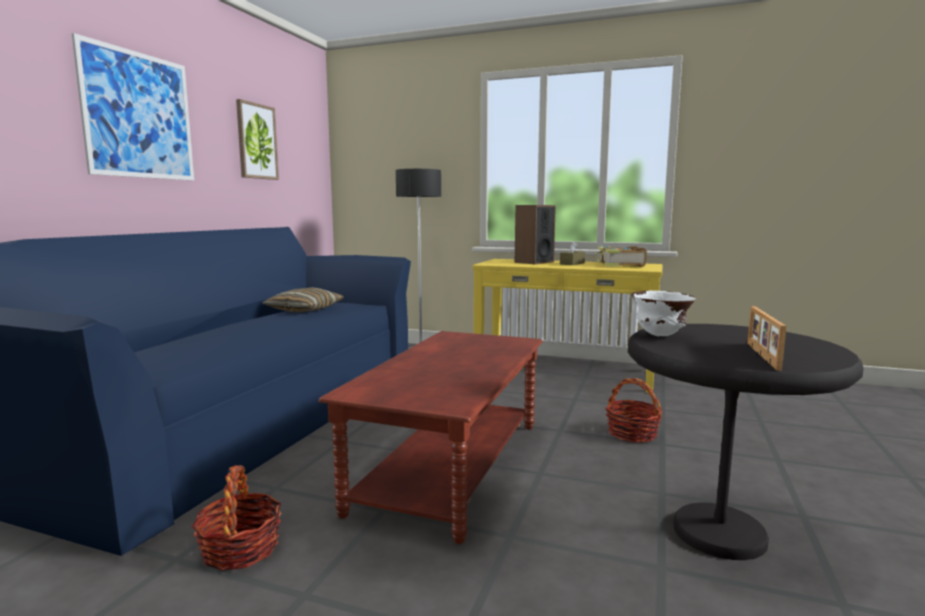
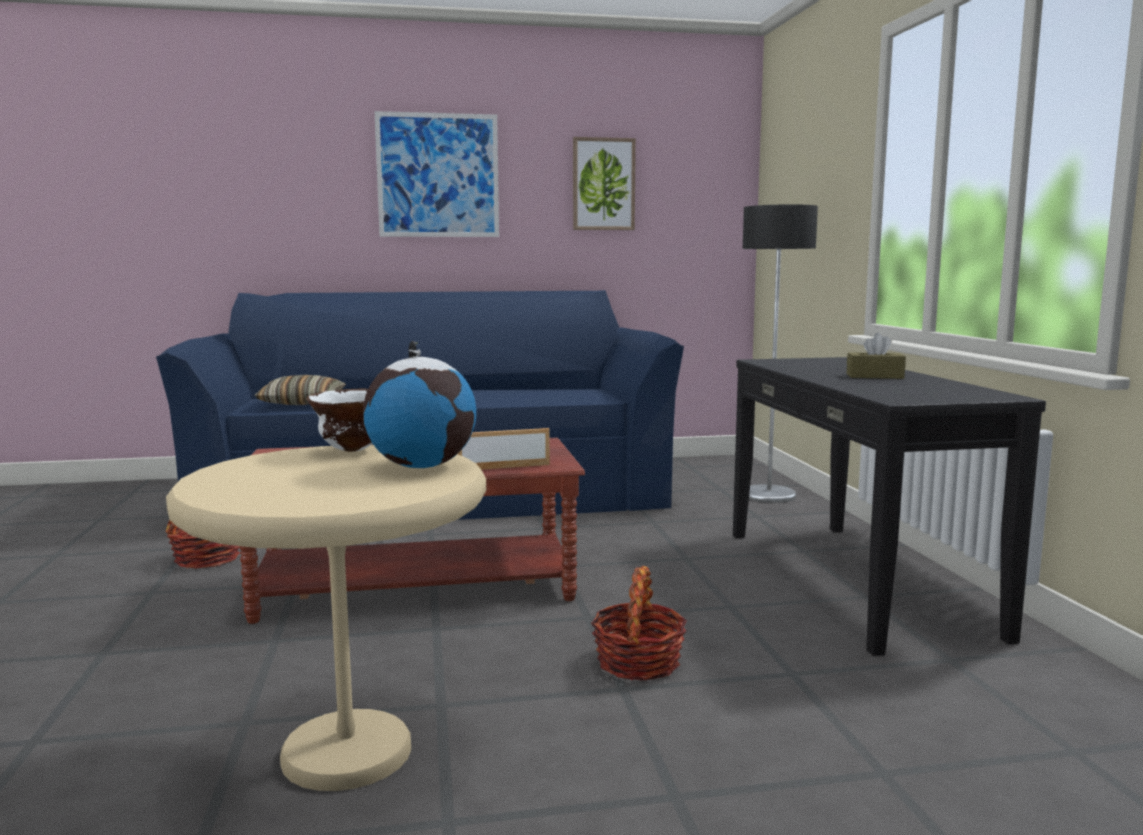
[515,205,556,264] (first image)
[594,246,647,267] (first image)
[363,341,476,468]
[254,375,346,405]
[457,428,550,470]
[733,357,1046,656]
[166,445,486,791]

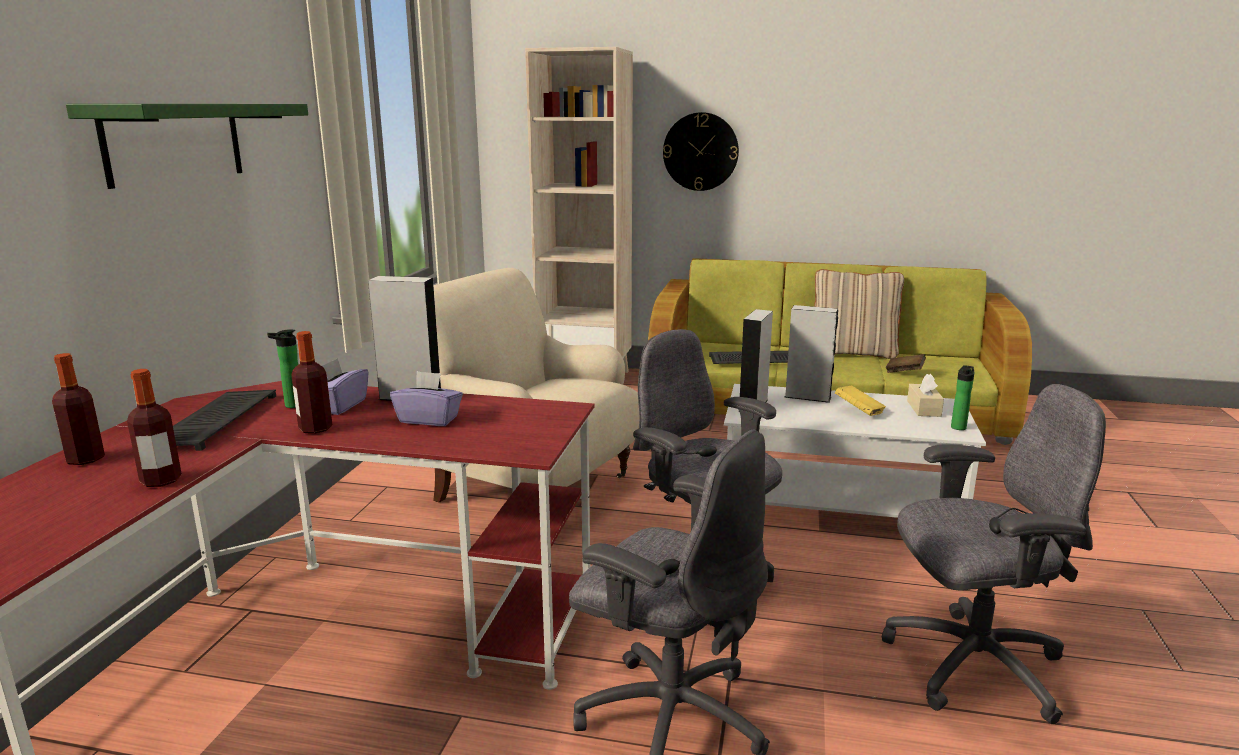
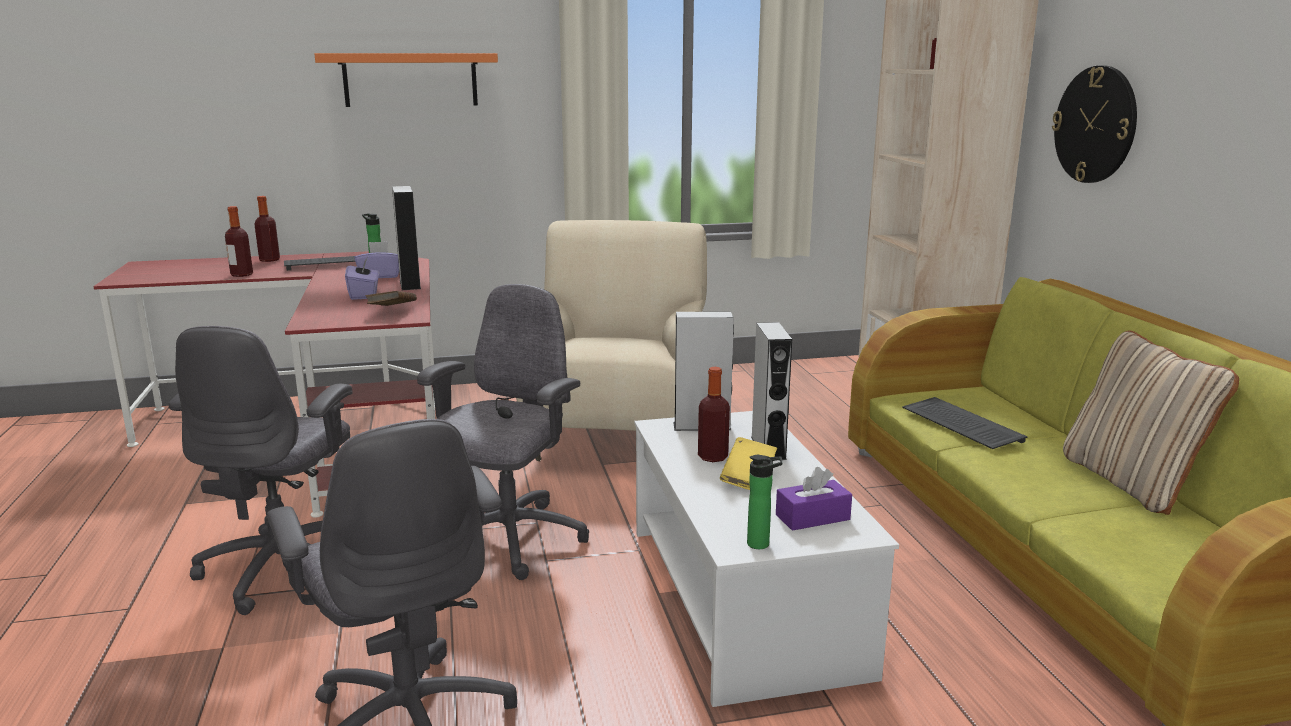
[698,367,730,462]
[365,291,417,306]
[314,53,498,107]
[776,467,852,531]

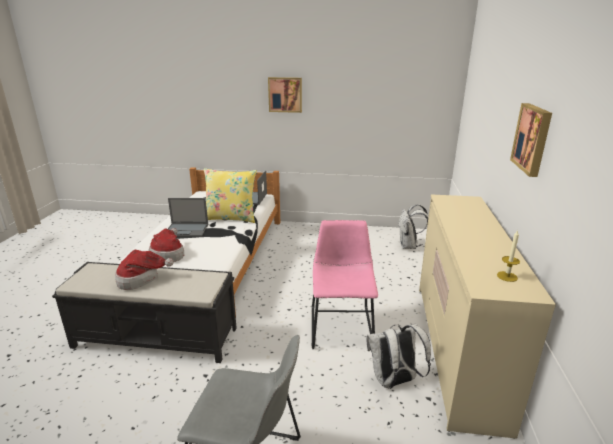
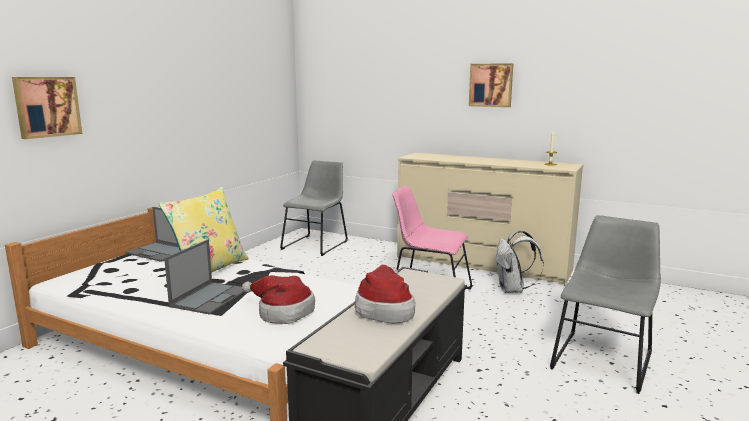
[12,77,82,139]
[280,160,348,256]

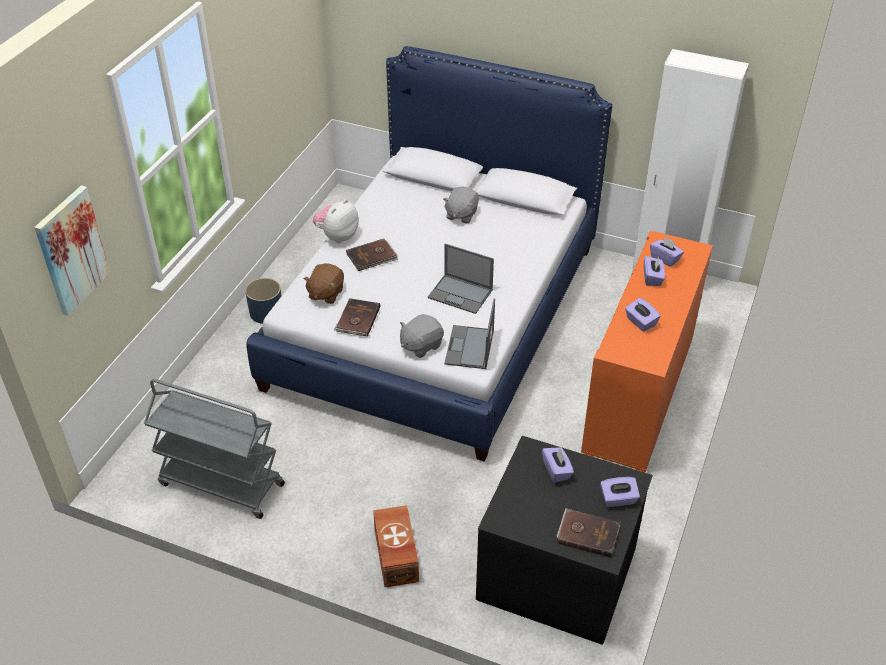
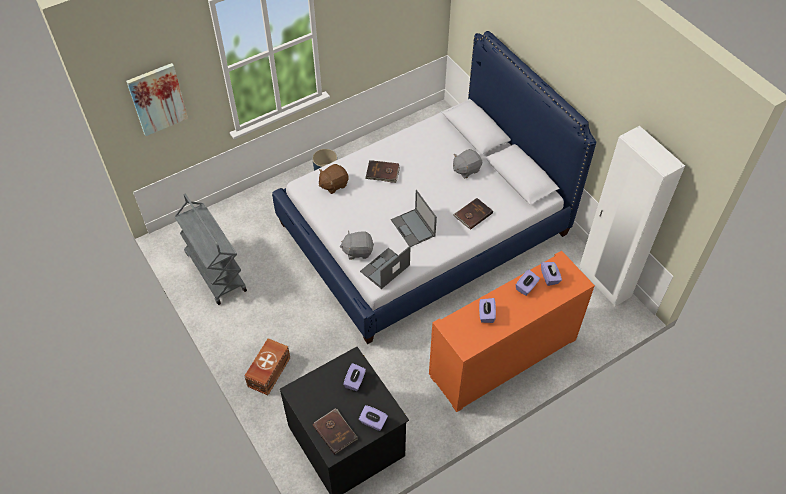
[313,199,359,243] (first image)
[453,198,493,230]

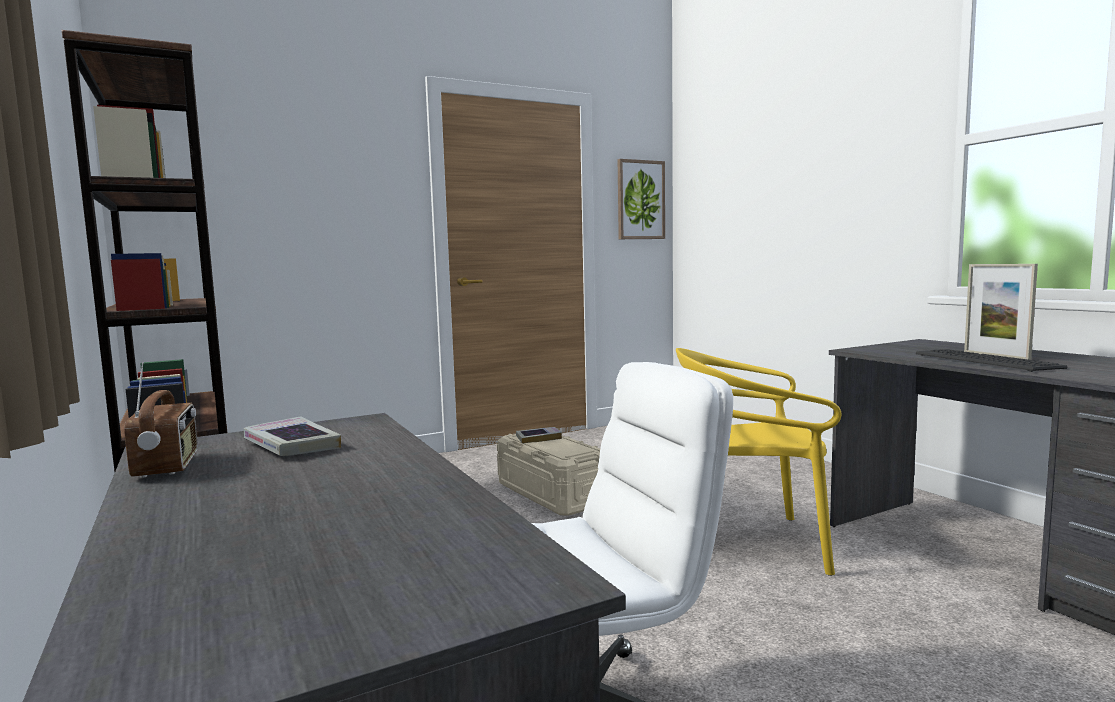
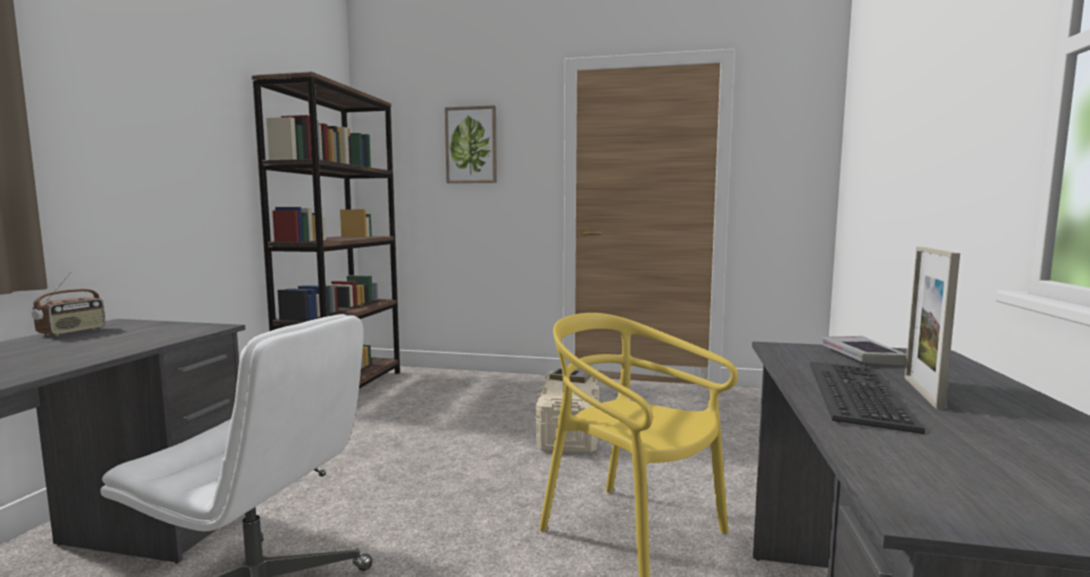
[821,336,907,366]
[445,105,497,183]

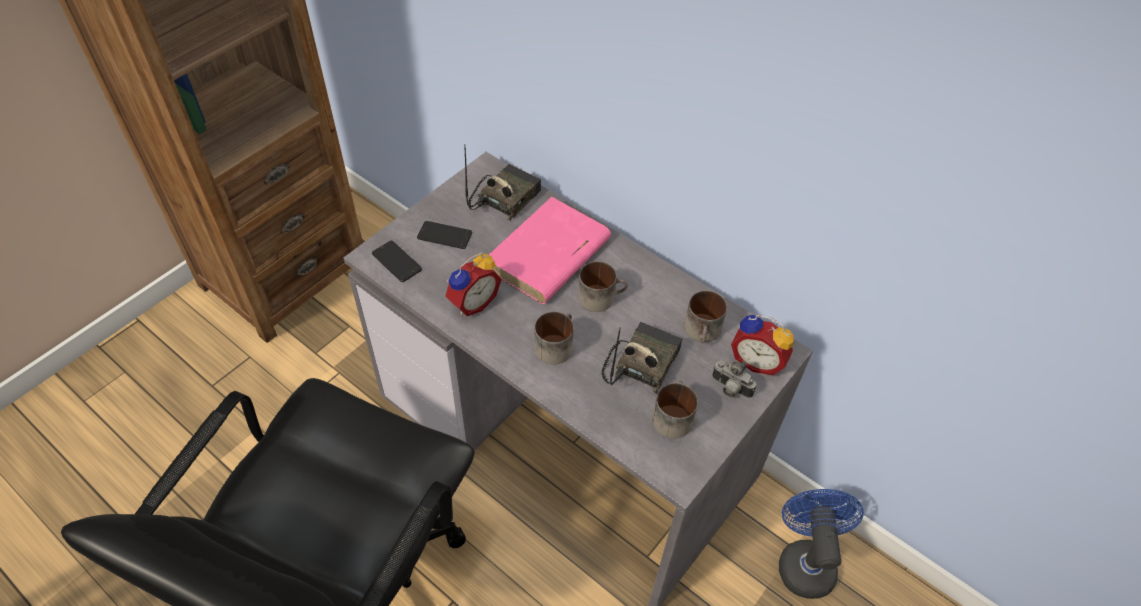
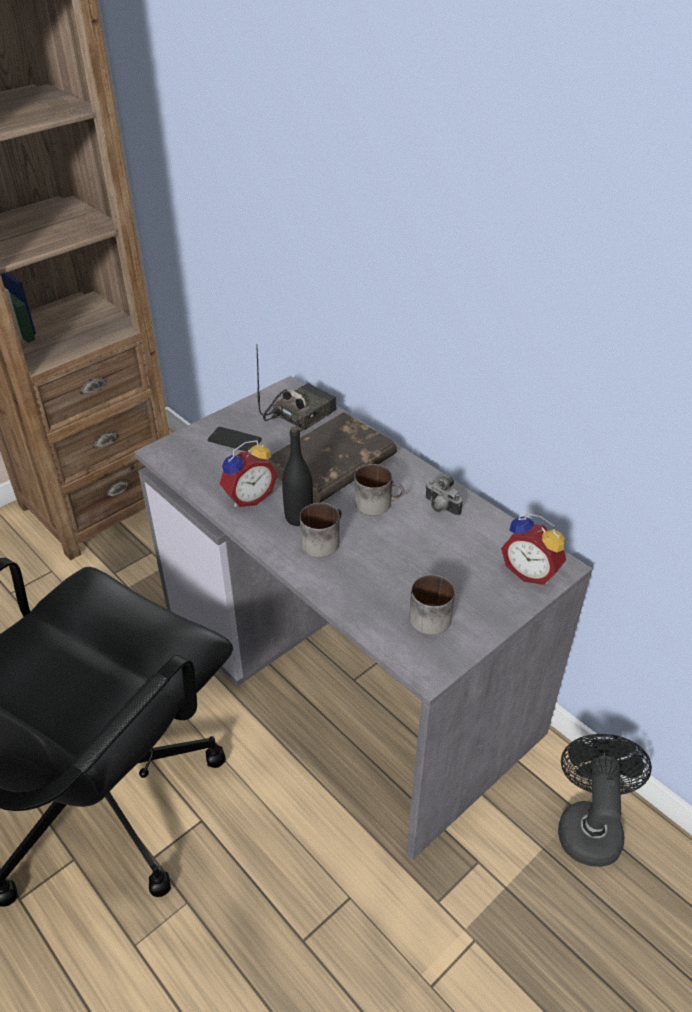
[372,241,422,282] (first image)
[601,322,682,393] (first image)
[684,291,727,343] (first image)
[282,426,313,526]
[425,476,463,516]
[268,412,397,503]
[558,734,652,867]

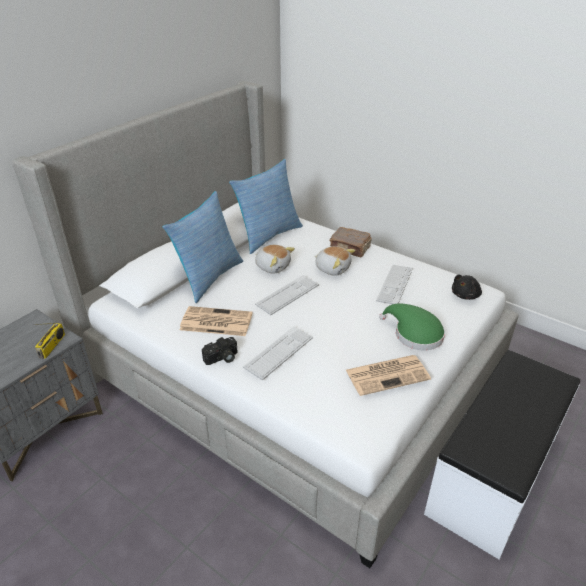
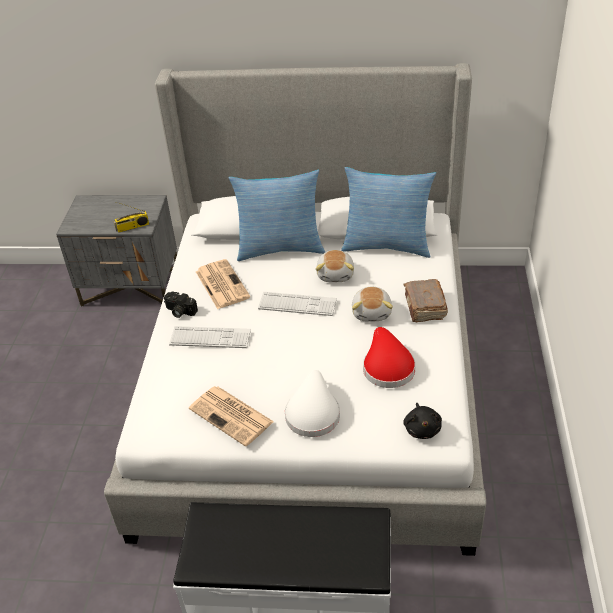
[363,327,416,388]
[285,370,340,437]
[403,403,442,439]

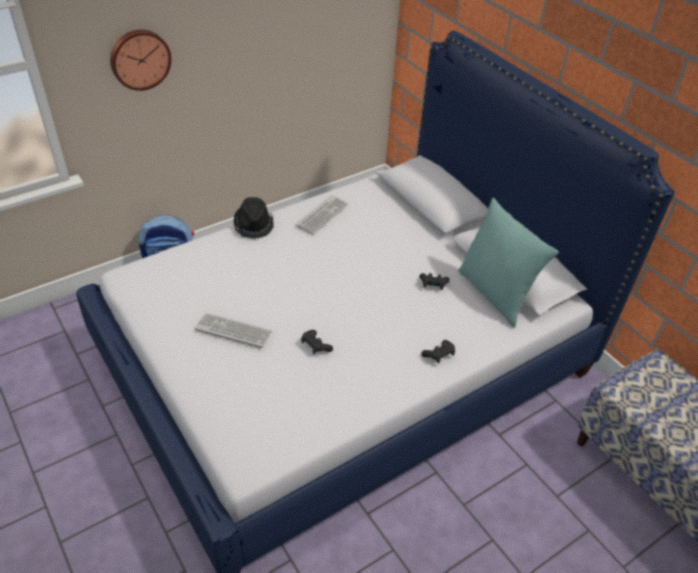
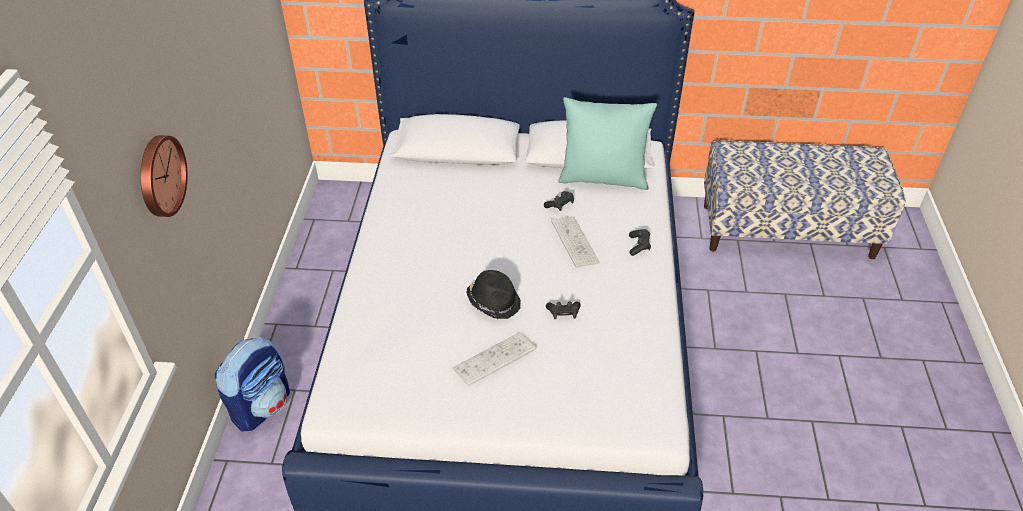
[466,270,521,319]
[551,216,600,267]

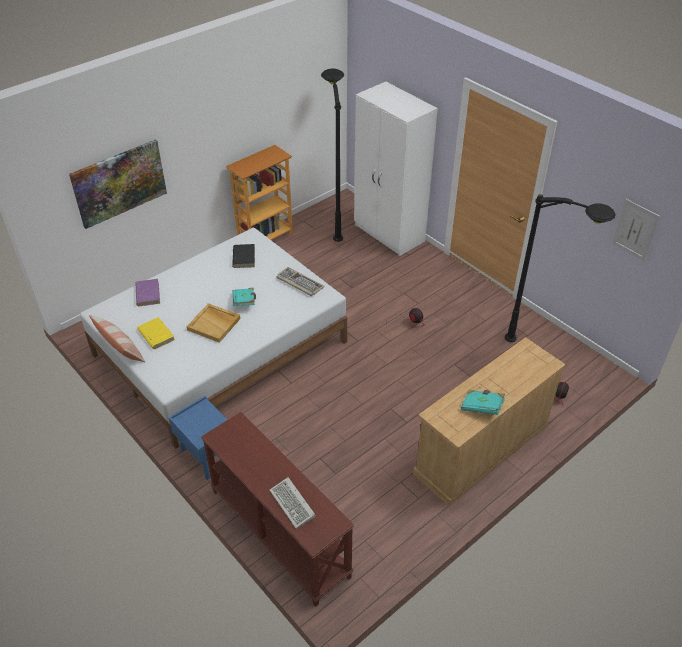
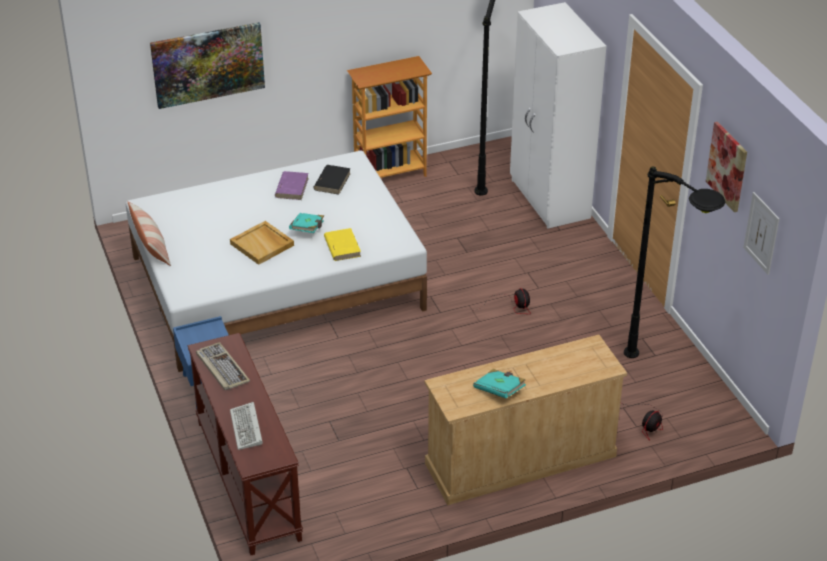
[706,122,747,212]
[275,171,309,200]
[324,228,361,261]
[196,342,250,390]

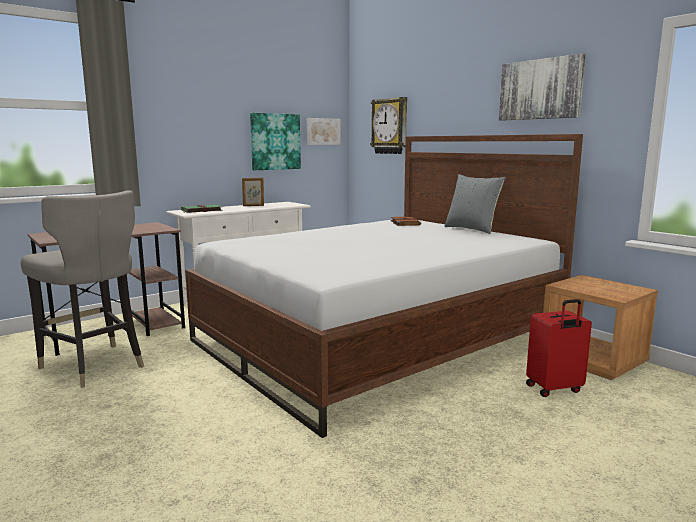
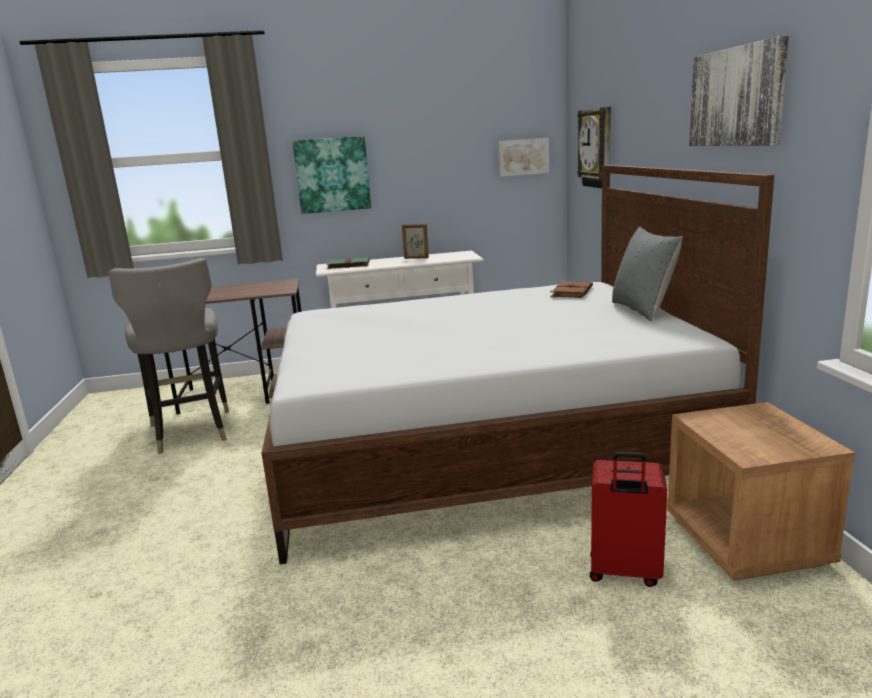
[293,136,371,214]

